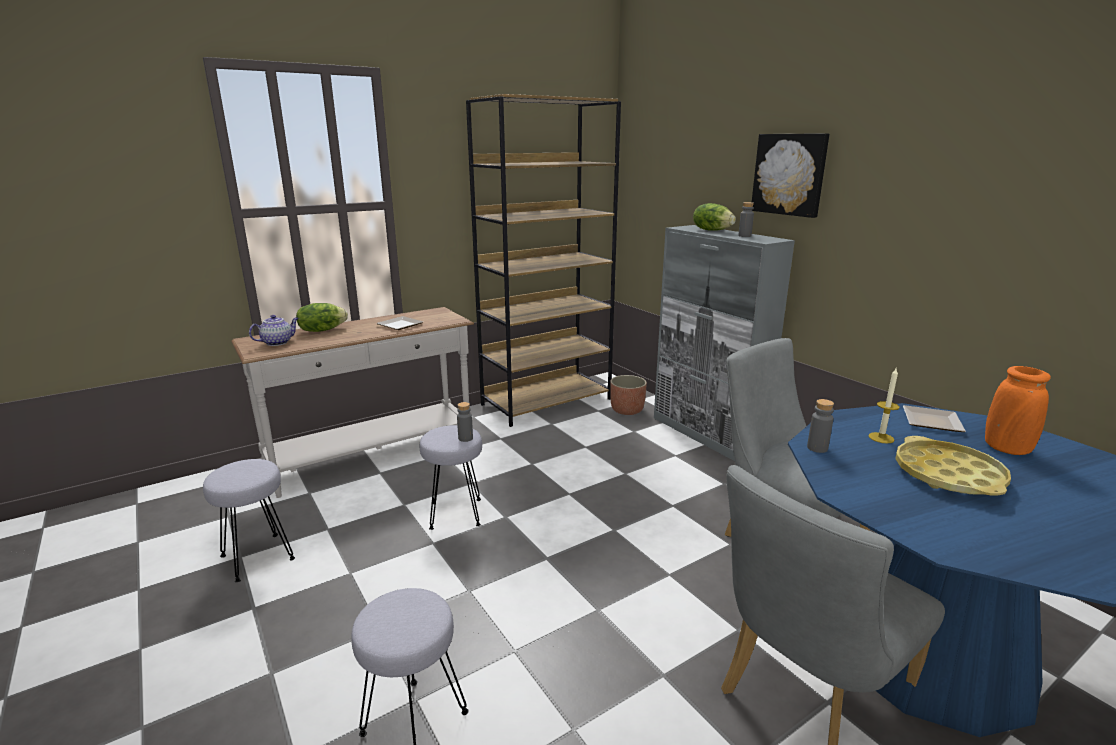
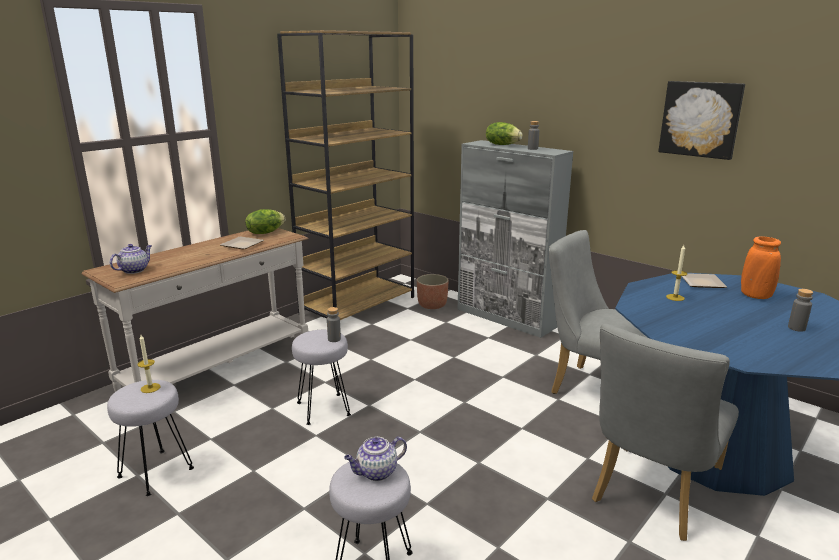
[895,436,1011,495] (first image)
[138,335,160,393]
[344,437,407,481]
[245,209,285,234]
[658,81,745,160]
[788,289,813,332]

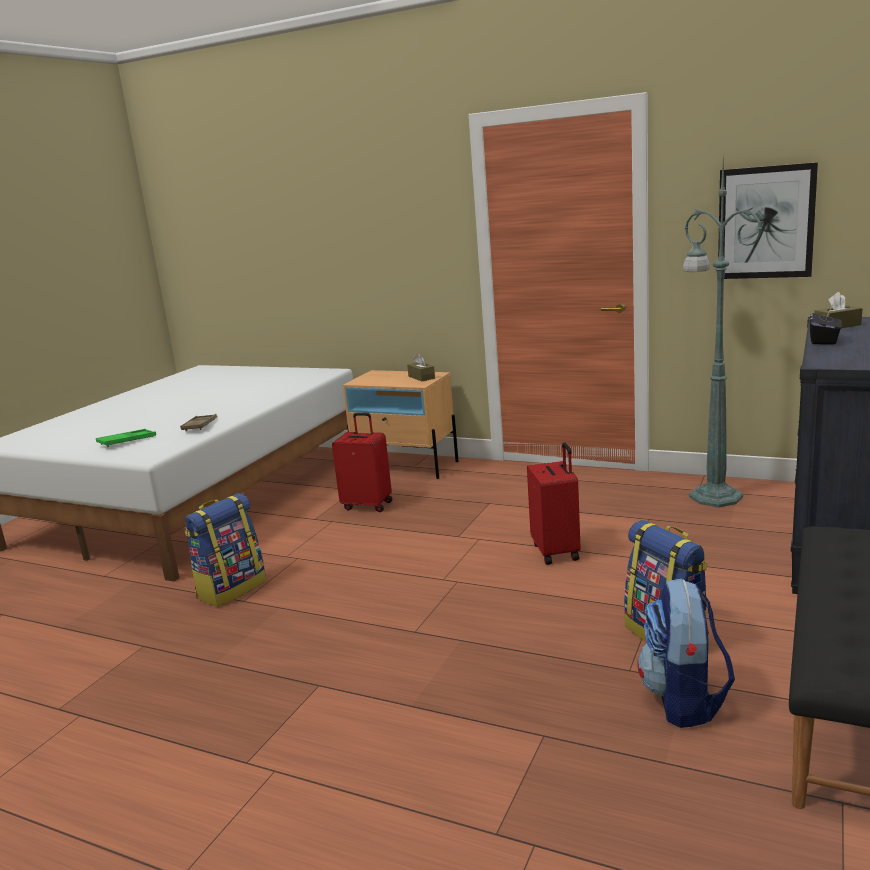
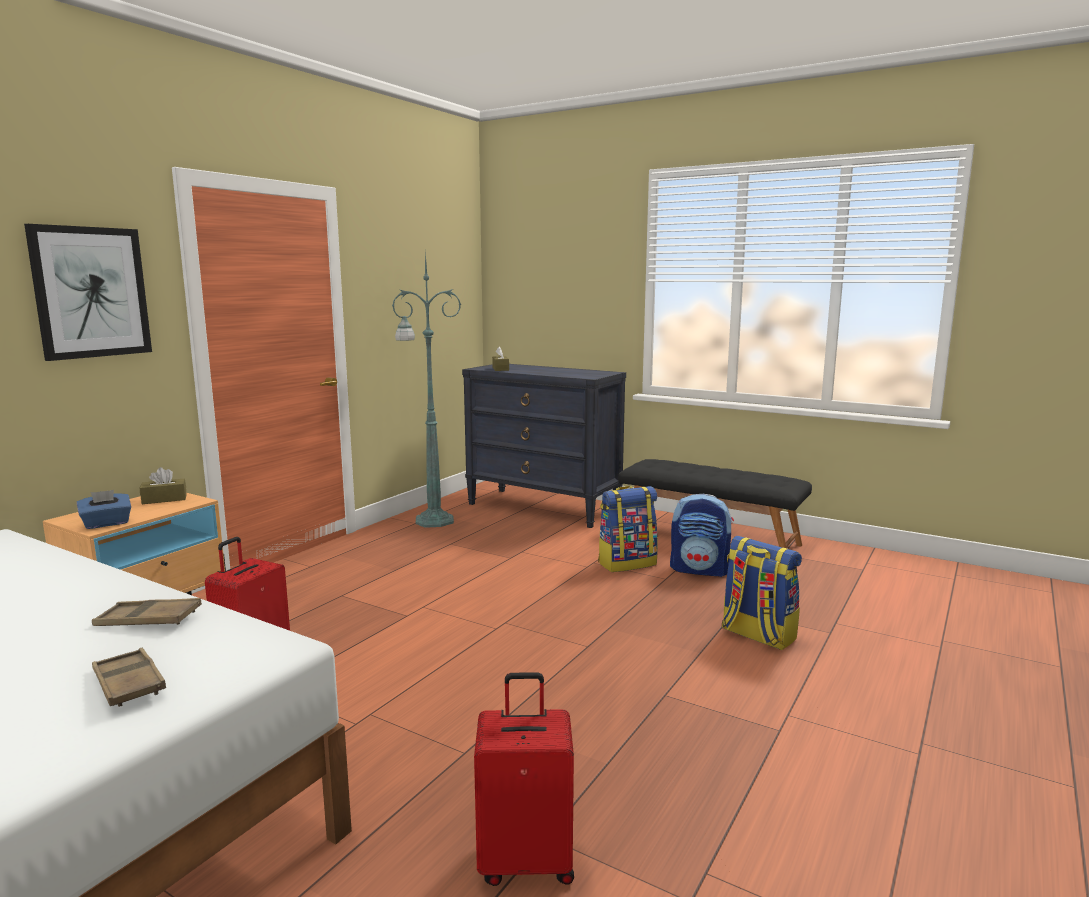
[810,306,842,344] (first image)
[77,490,131,529]
[722,536,802,650]
[474,672,574,886]
[24,224,152,361]
[92,648,166,707]

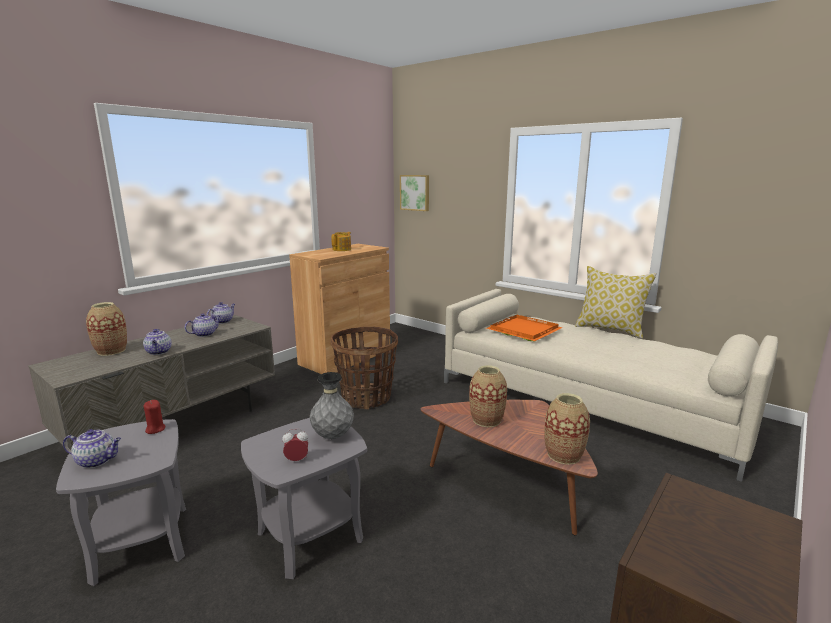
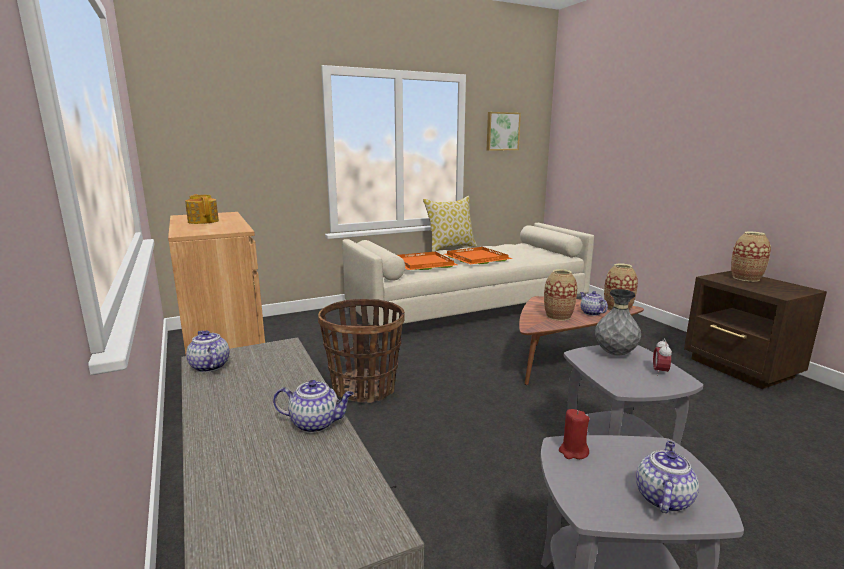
[444,247,513,265]
[731,232,771,282]
[580,291,608,316]
[487,112,521,151]

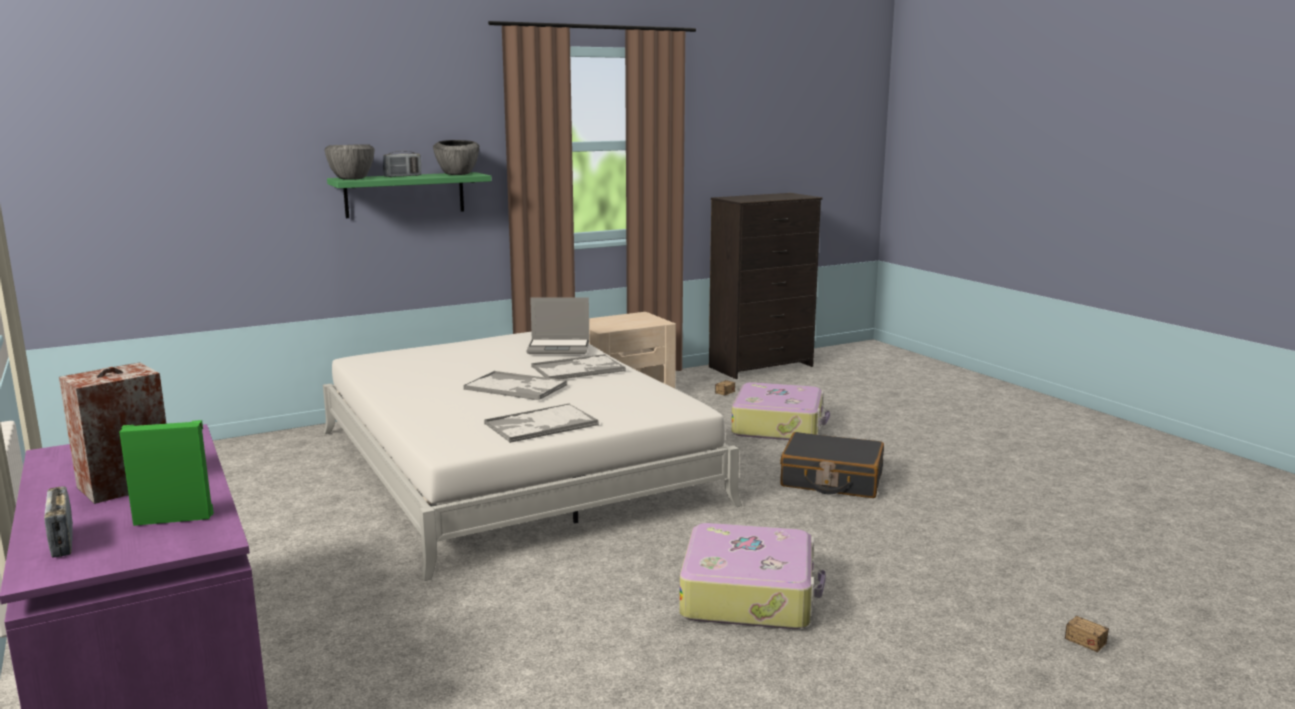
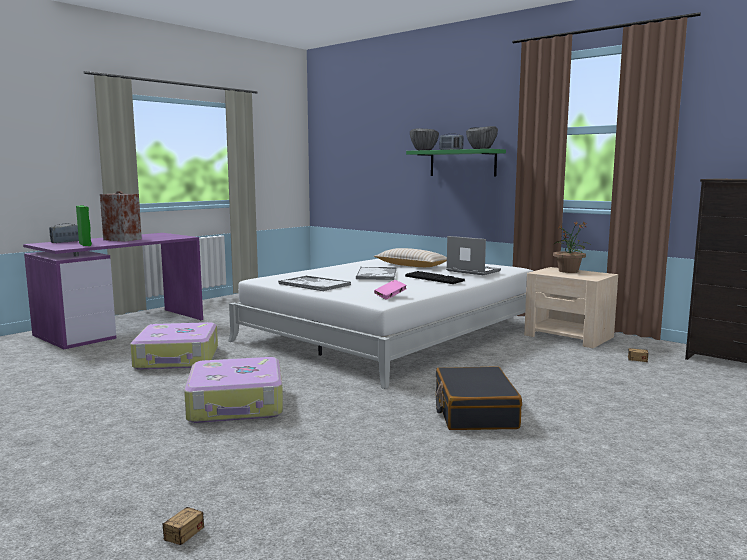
[374,248,447,267]
[374,280,406,300]
[553,222,591,273]
[130,322,218,370]
[405,271,465,284]
[446,236,501,275]

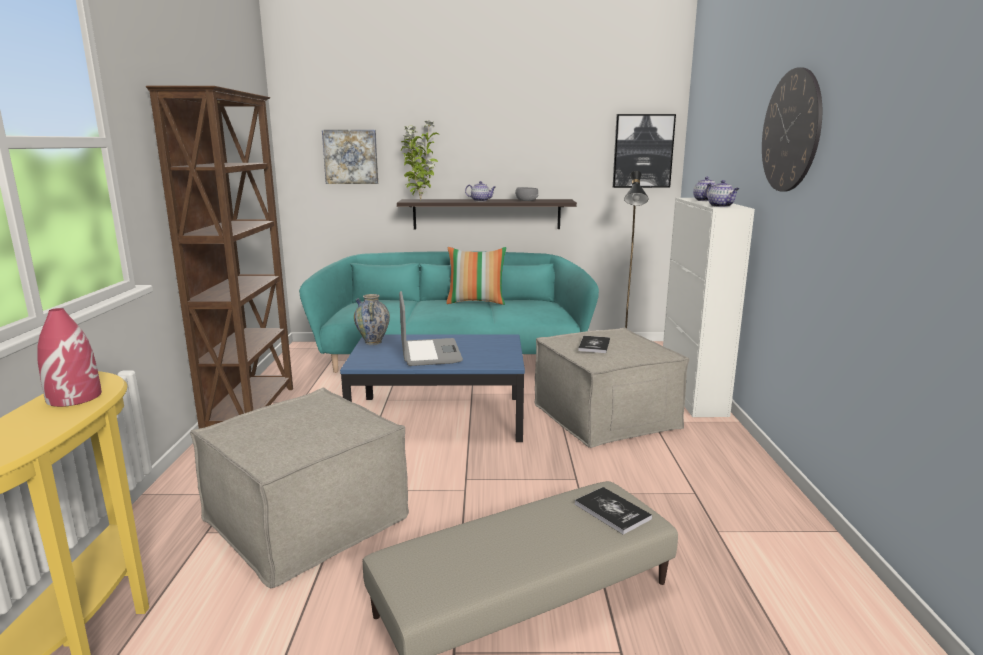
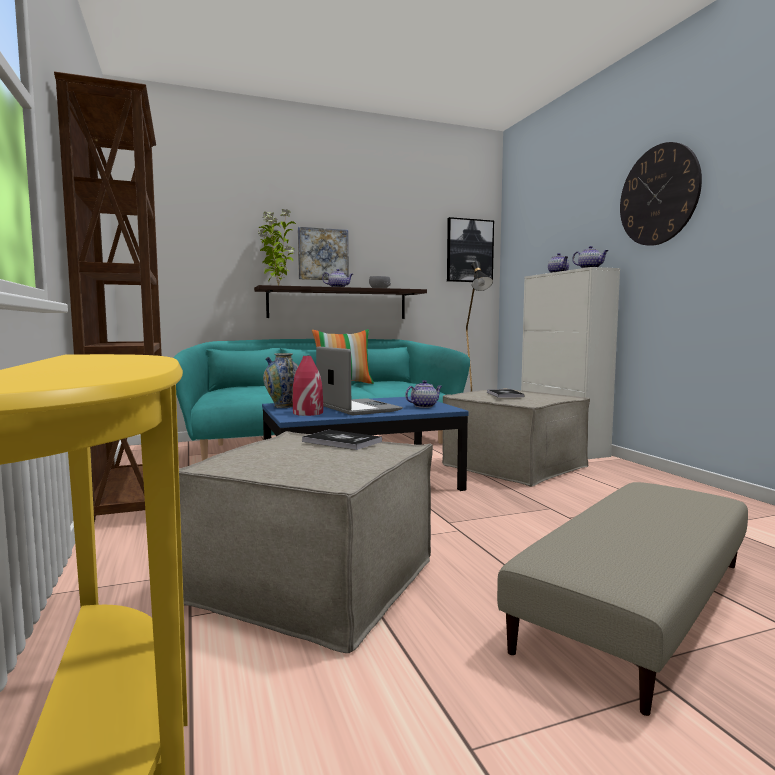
[405,380,442,408]
[293,356,323,416]
[298,227,349,280]
[302,430,382,450]

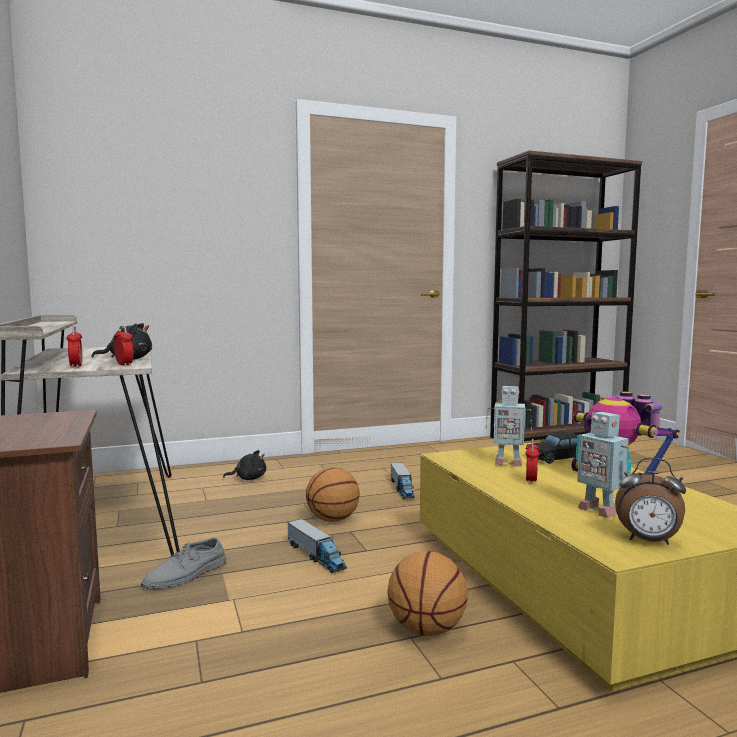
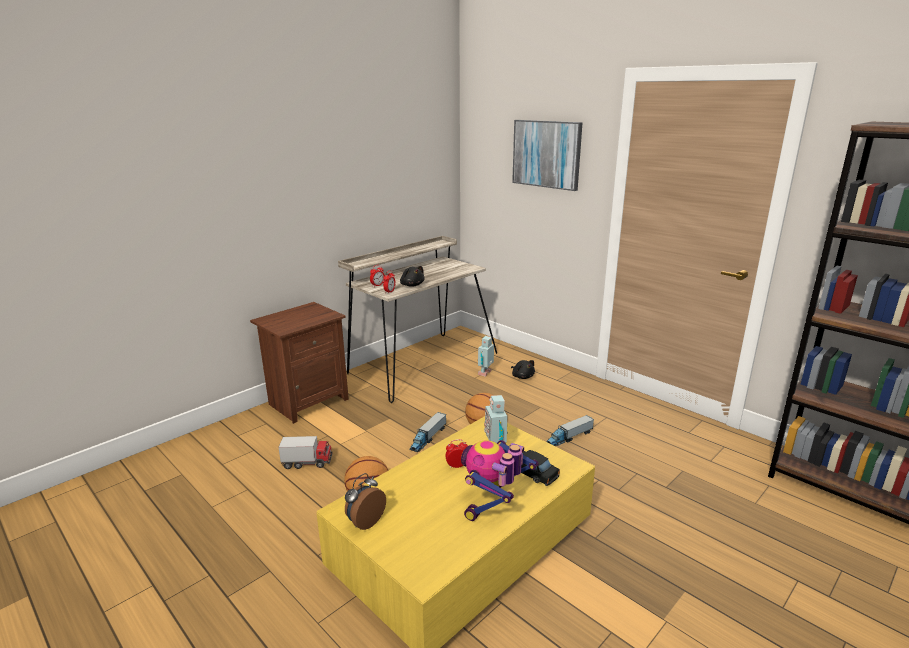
[141,538,226,589] (first image)
[278,436,333,469]
[512,120,583,191]
[478,336,494,377]
[345,473,386,530]

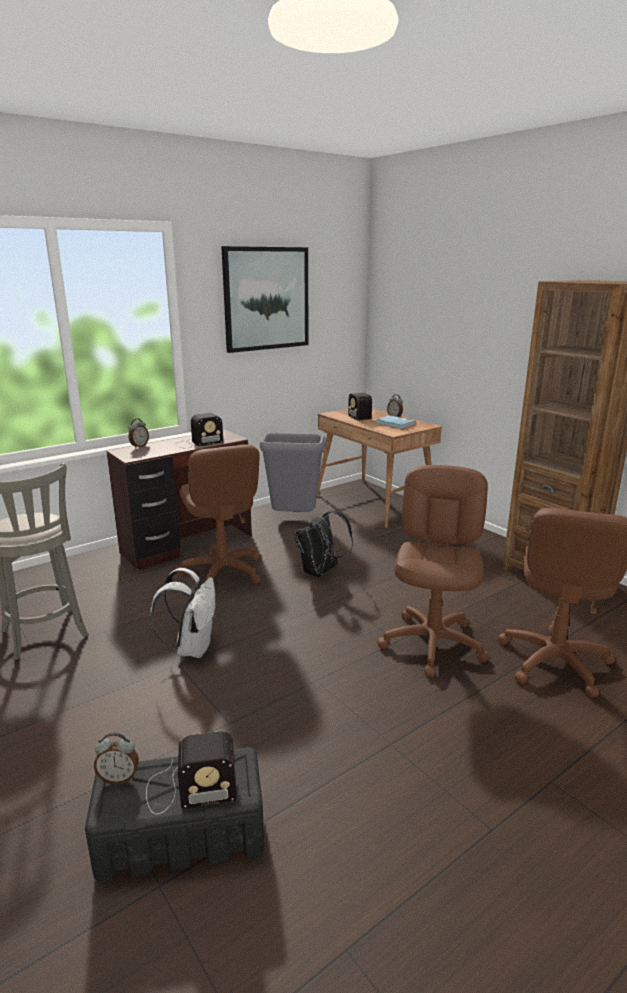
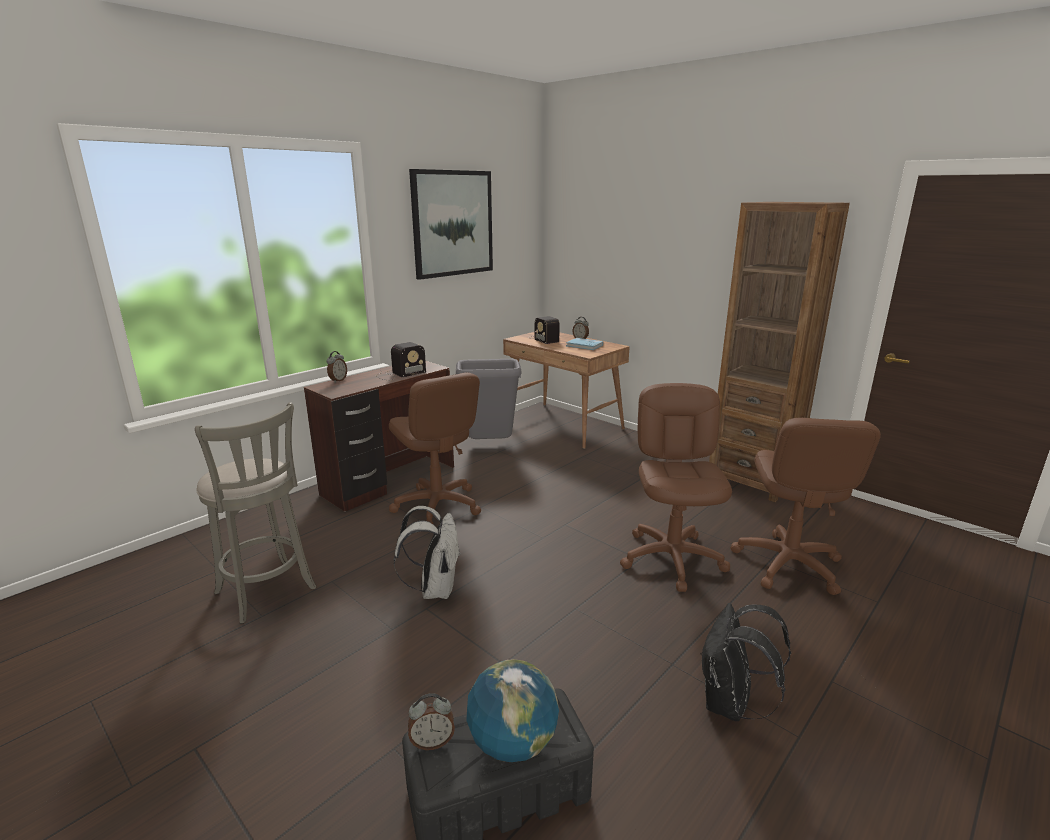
[701,603,791,721]
[466,659,559,762]

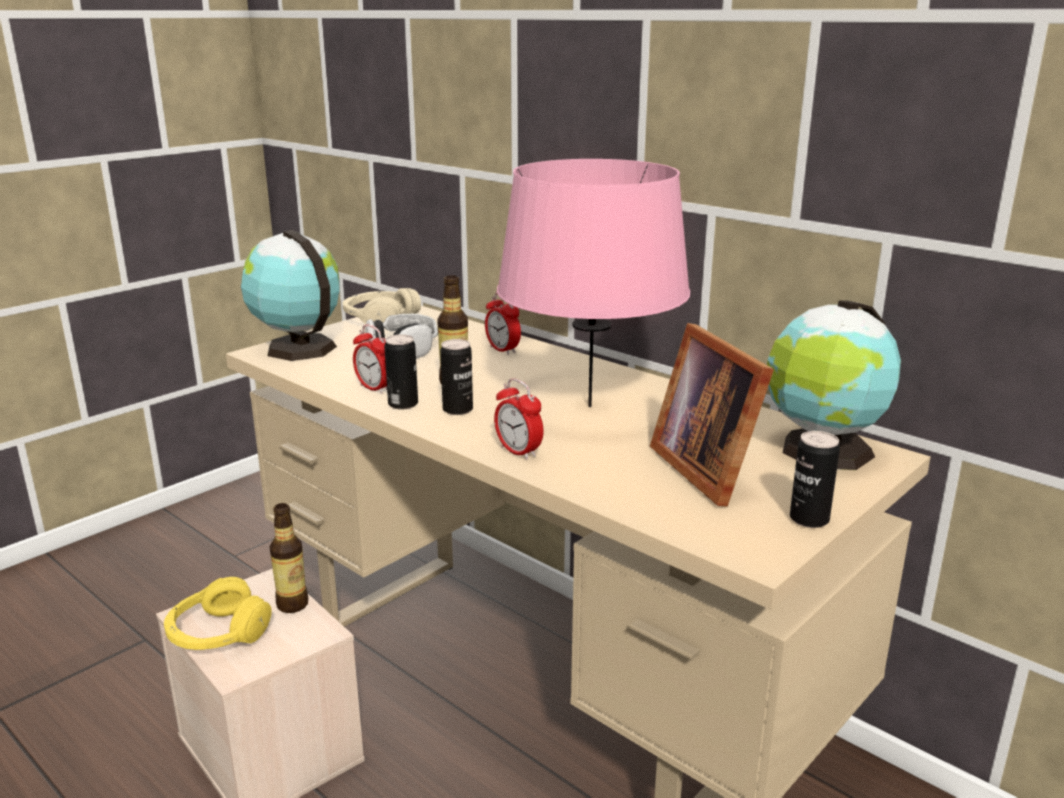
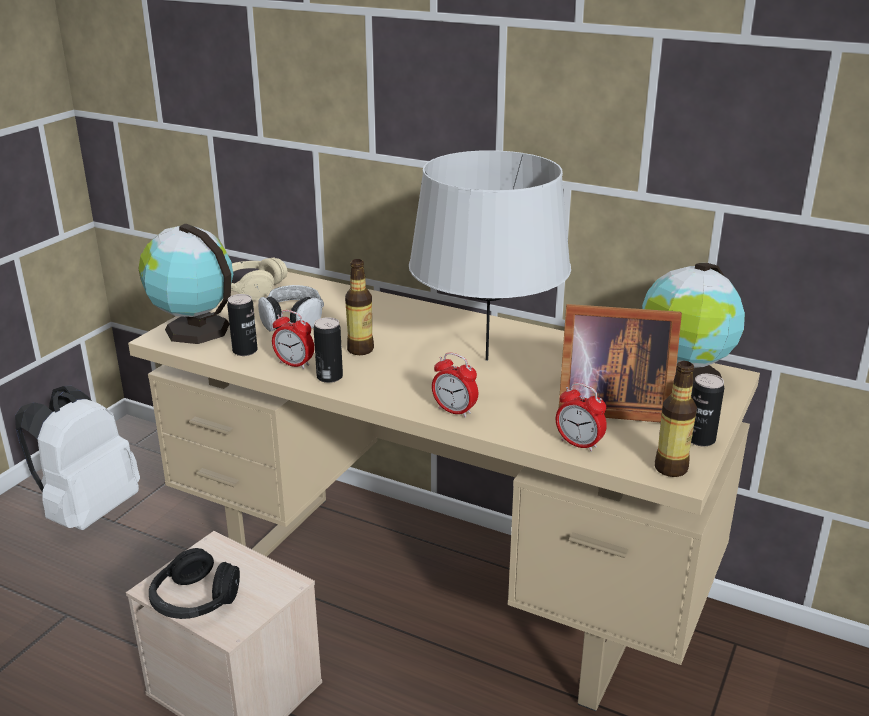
[15,386,140,530]
[655,361,697,477]
[227,294,258,356]
[556,383,607,452]
[149,548,240,619]
[409,150,571,361]
[559,304,682,422]

